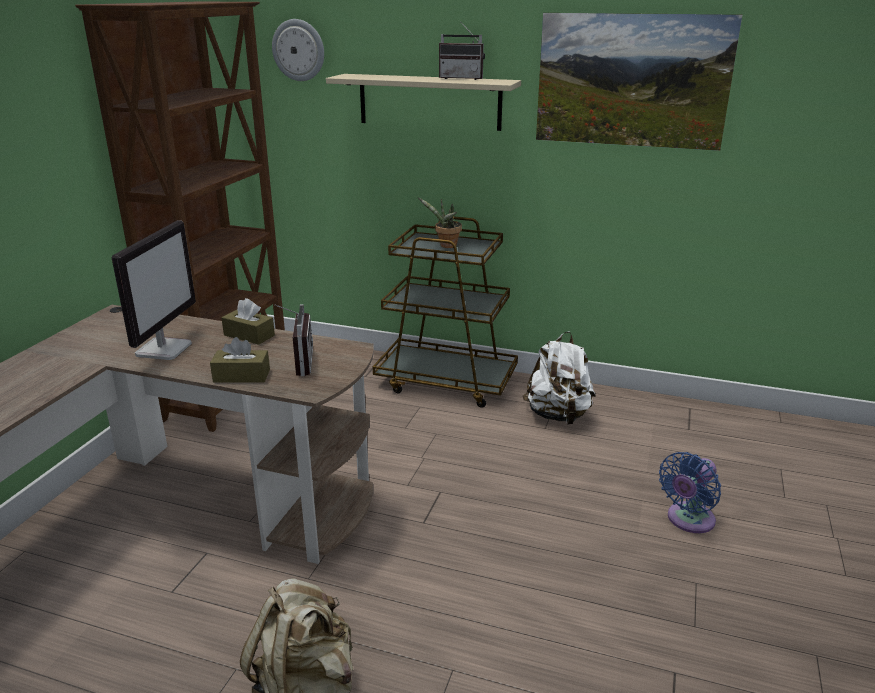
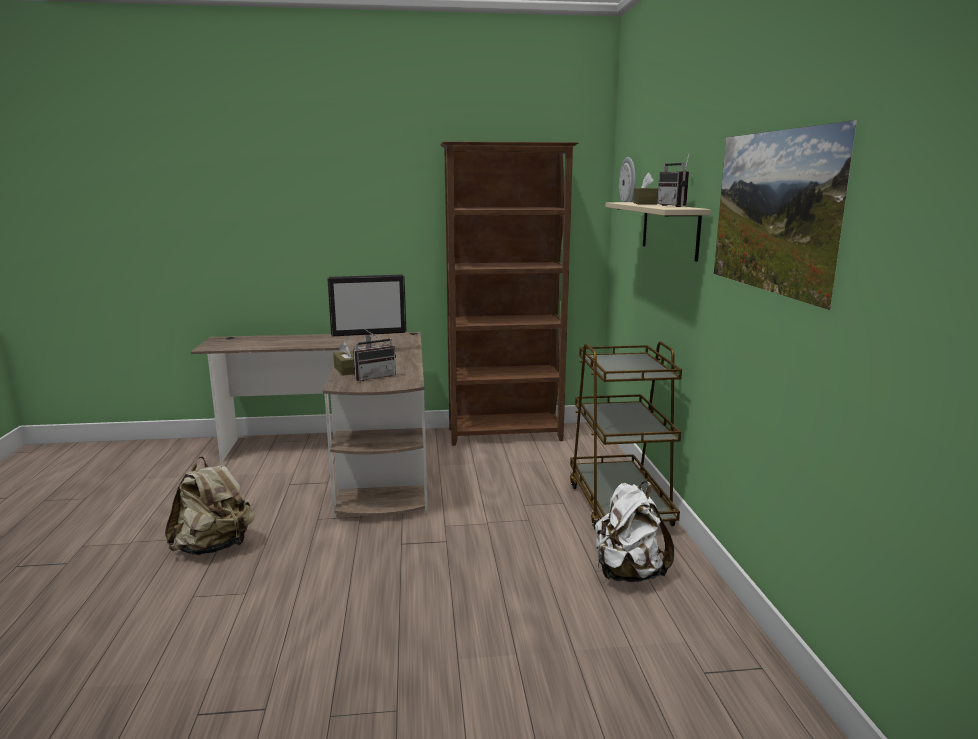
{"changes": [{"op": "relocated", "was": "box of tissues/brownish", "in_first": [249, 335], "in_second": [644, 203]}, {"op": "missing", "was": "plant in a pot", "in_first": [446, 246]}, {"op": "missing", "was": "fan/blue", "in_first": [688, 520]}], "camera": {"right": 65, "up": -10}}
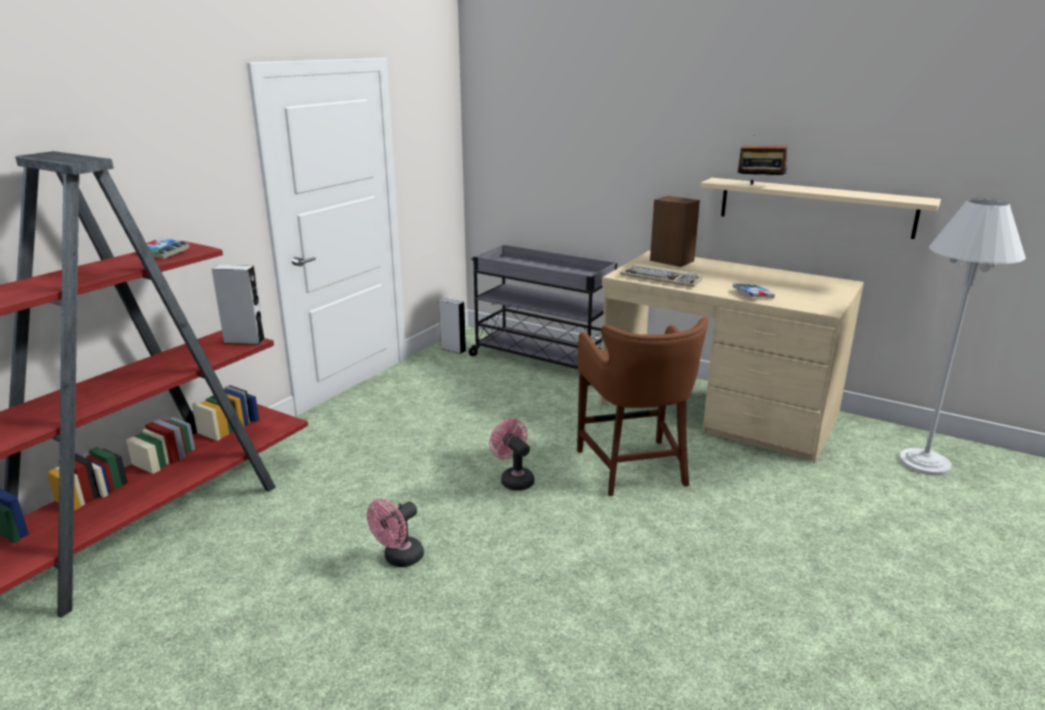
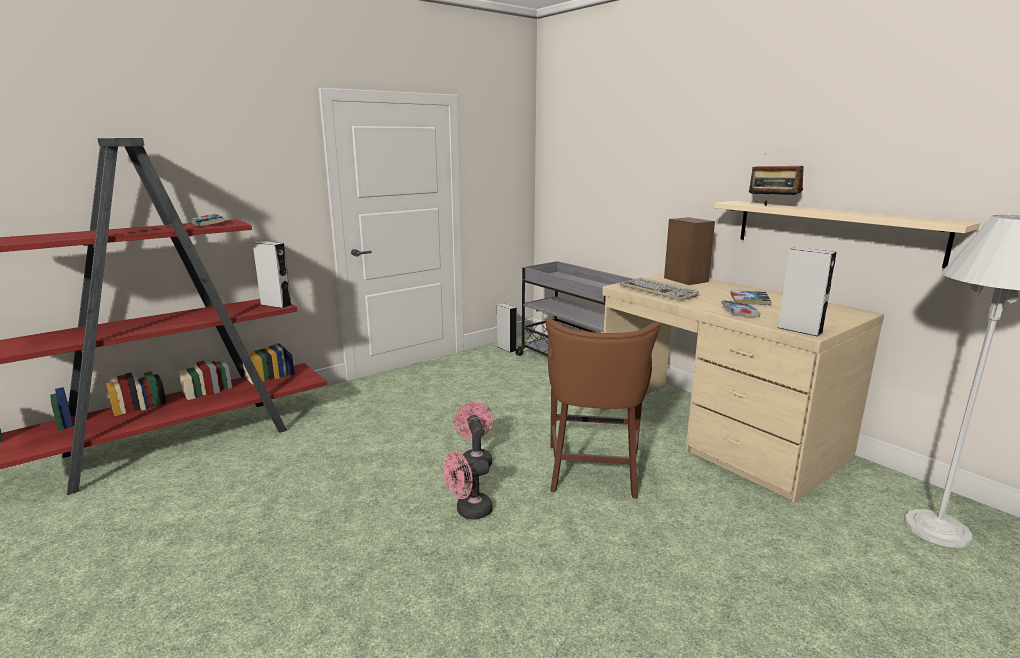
{"changes": [{"op": "relocated", "was": "fan/pinkish", "in_first": [399, 559], "in_second": [468, 511]}, {"op": "appeared", "now": "volume", "in_second": [749, 301]}, {"op": "appeared", "now": "audio speaker/gray", "in_second": [799, 330]}], "camera": {"right": 20, "up": -5}}
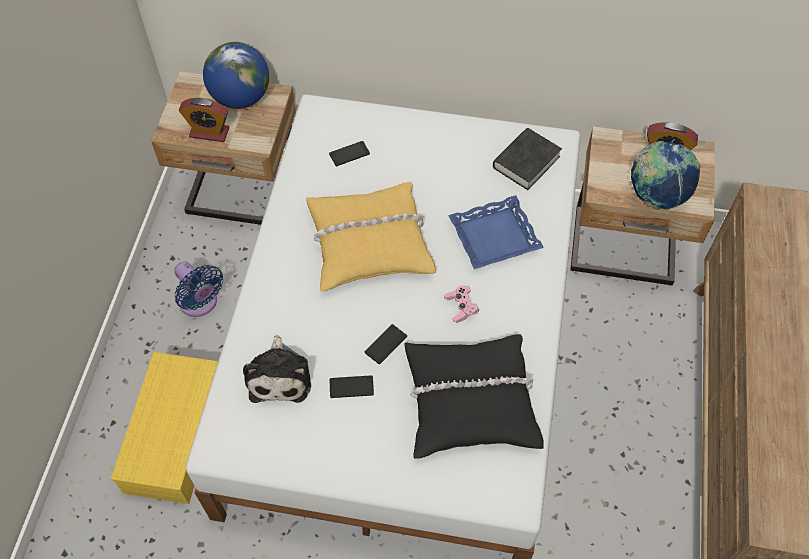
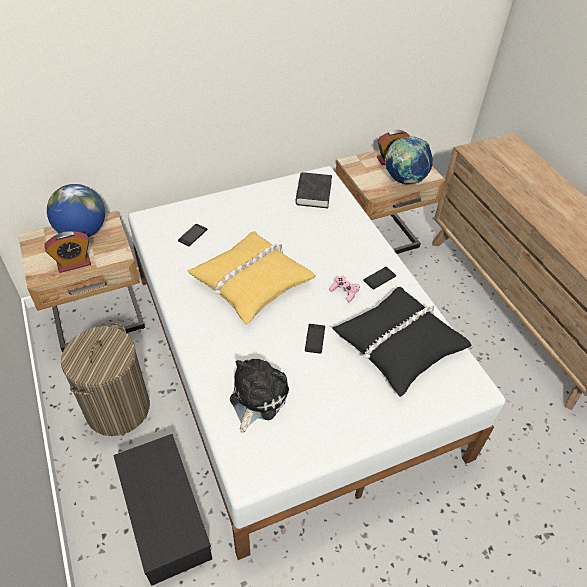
{"changes": [{"op": "exchanged", "was": "fan/blue", "now": "washing basket", "in_first": [200, 303], "in_second": [118, 408]}, {"op": "colour", "was": "storage bin/yellow", "now": "storage bin/black", "in_first": [174, 433], "in_second": [163, 513]}, {"op": "spun", "was": "cuddly toy", "in_first": [280, 375], "in_second": [256, 398], "clockwise": -120}, {"op": "relocated", "was": "telephone", "in_first": [351, 387], "in_second": [379, 278]}, {"op": "missing", "was": "carrying tray/blue", "in_first": [494, 236]}], "camera": {"right": -35, "up": -10}}
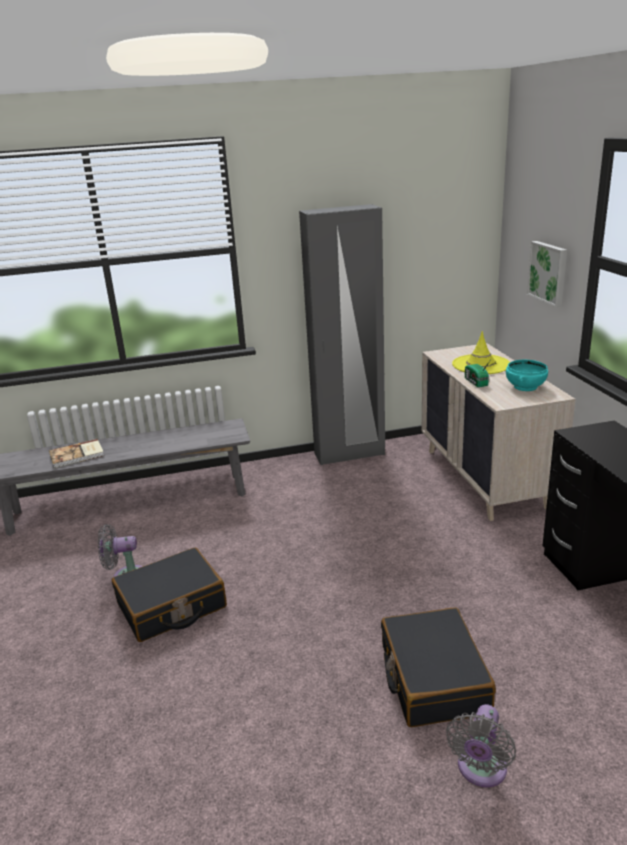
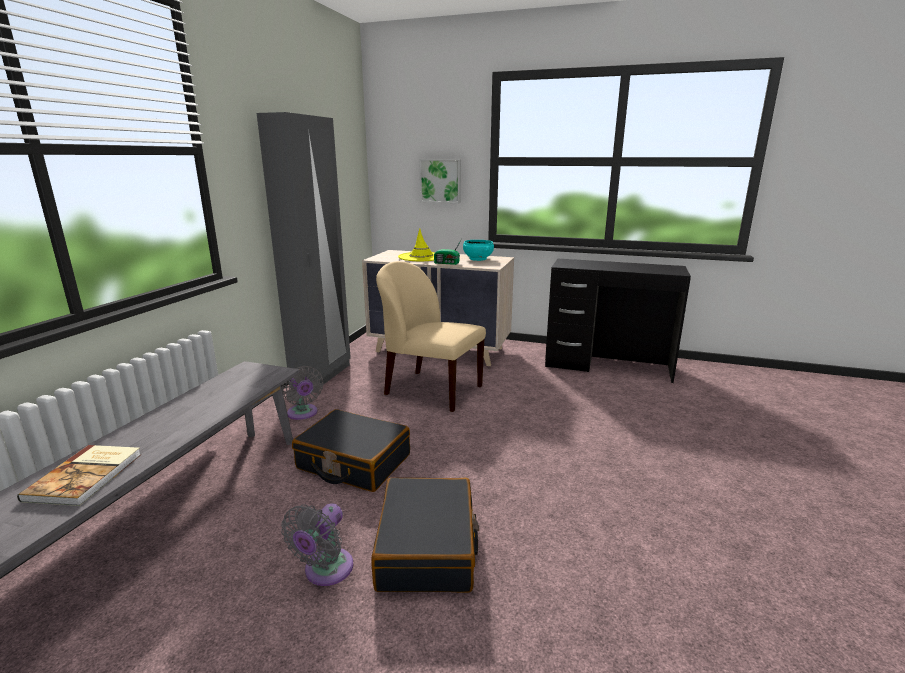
{"changes": [{"op": "relocated", "was": "fan/gray", "in_first": [480, 770], "in_second": [303, 414]}, {"op": "relocated", "was": "piece of luggage/black", "in_first": [433, 678], "in_second": [353, 462]}, {"op": "appeared", "now": "chair/beige-coloured", "in_second": [431, 390]}], "camera": {"right": -60, "up": -5}}
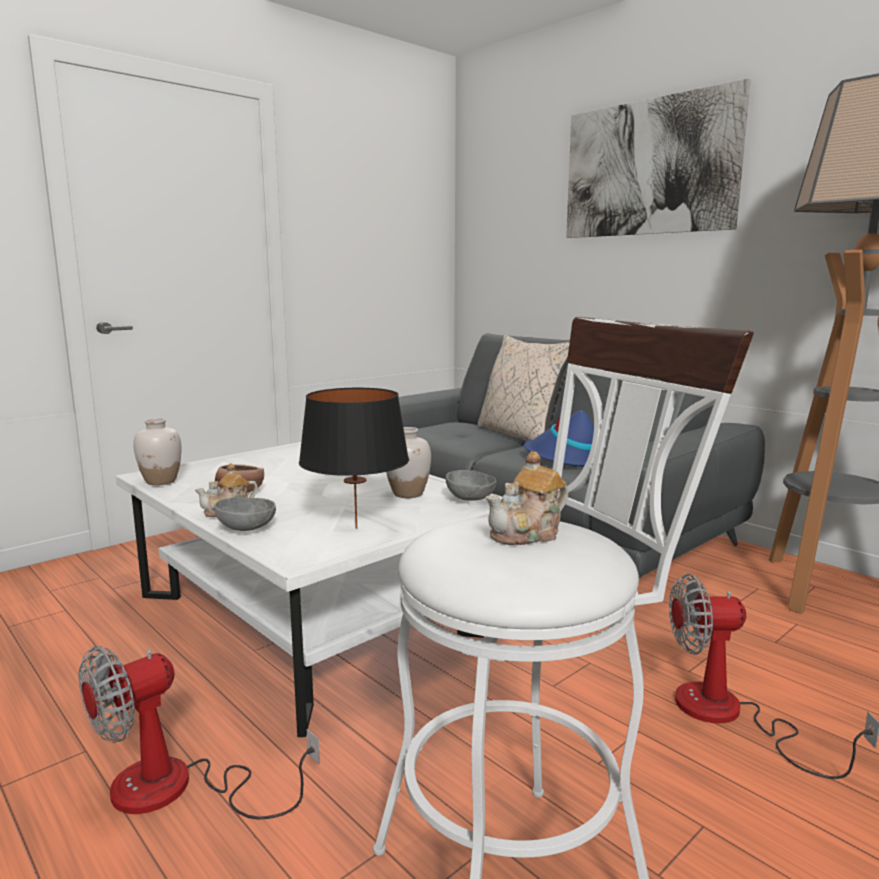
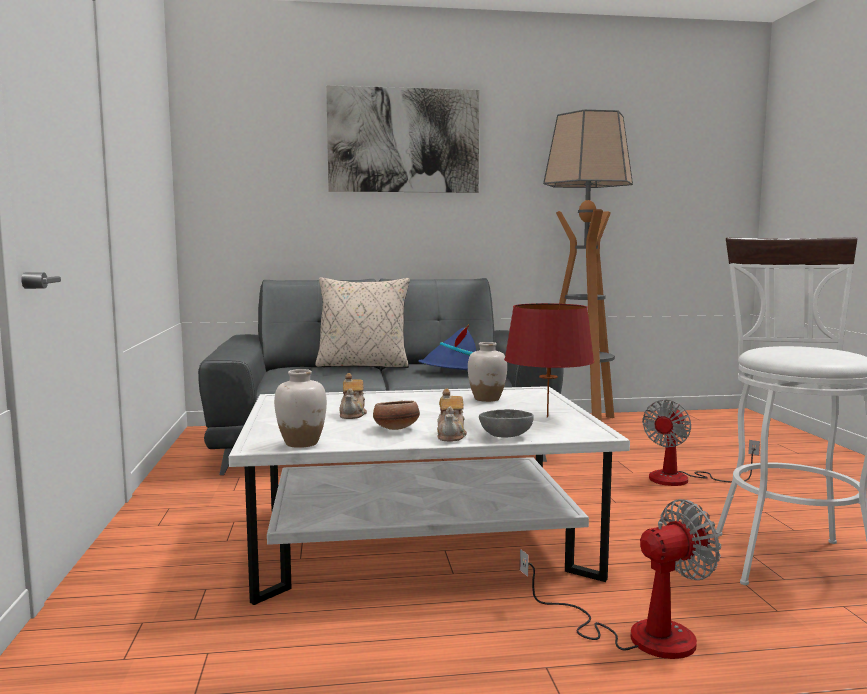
{"changes": [{"op": "relocated", "was": "teapot", "in_first": [528, 534], "in_second": [353, 414]}, {"op": "colour", "was": "lamp for a table/black", "now": "lamp for a table/red", "in_first": [356, 528], "in_second": [547, 417]}, {"op": "spun", "was": "fan", "in_first": [177, 790], "in_second": [637, 634], "clockwise": -105}, {"op": "missing", "was": "bowl/gray", "in_first": [471, 498]}], "camera": {"right": -55, "up": -5}}
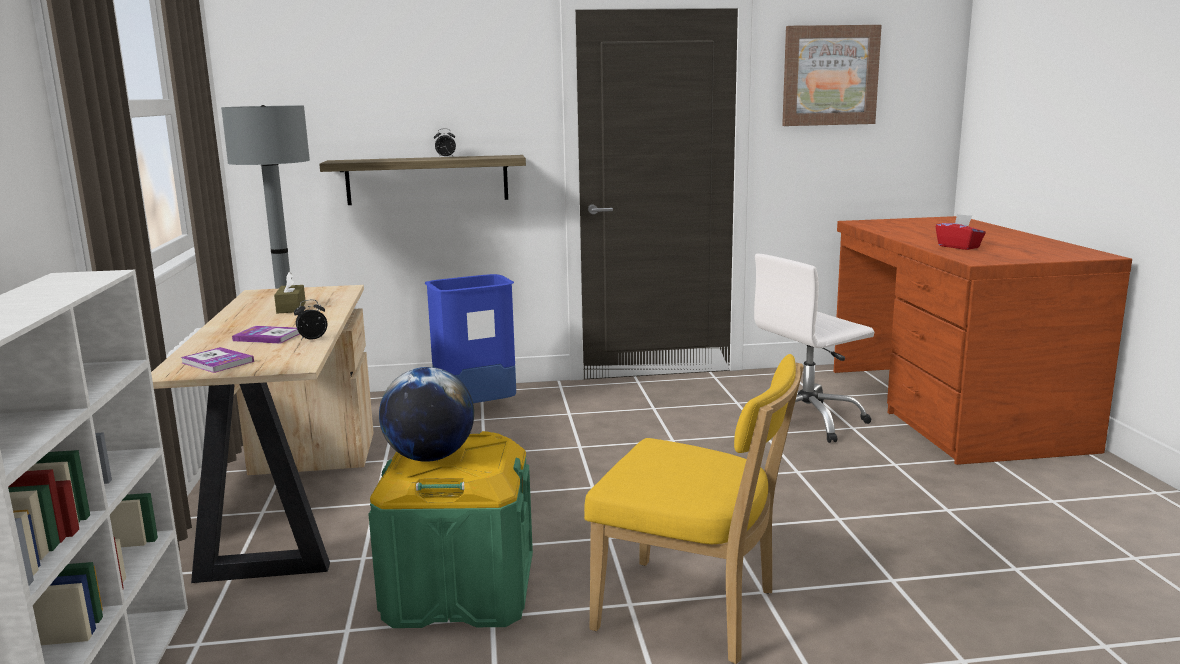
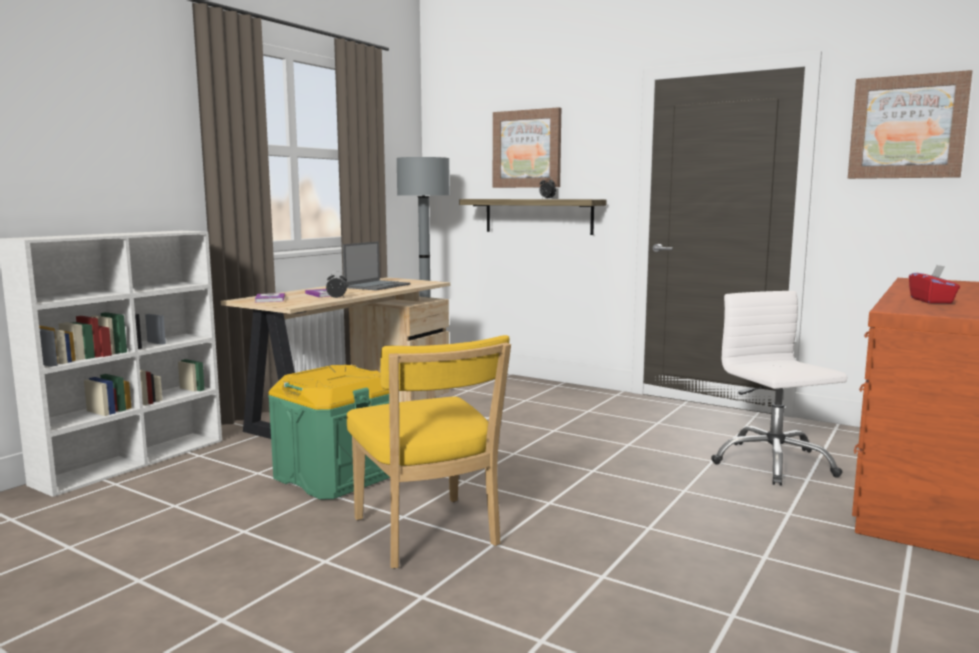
{"changes": [{"op": "exchanged", "was": "box of tissues/brownish", "now": "portable computer", "in_first": [291, 307], "in_second": [377, 286]}, {"op": "appeared", "now": "picture", "in_second": [527, 149]}, {"op": "spun", "was": "computer chair/whitish", "in_first": [807, 420], "in_second": [773, 463], "clockwise": 60}, {"op": "missing", "was": "desk globe", "in_first": [430, 457]}, {"op": "missing", "was": "waste bin/blue", "in_first": [476, 410]}], "camera": {"right": 40, "up": -5}}
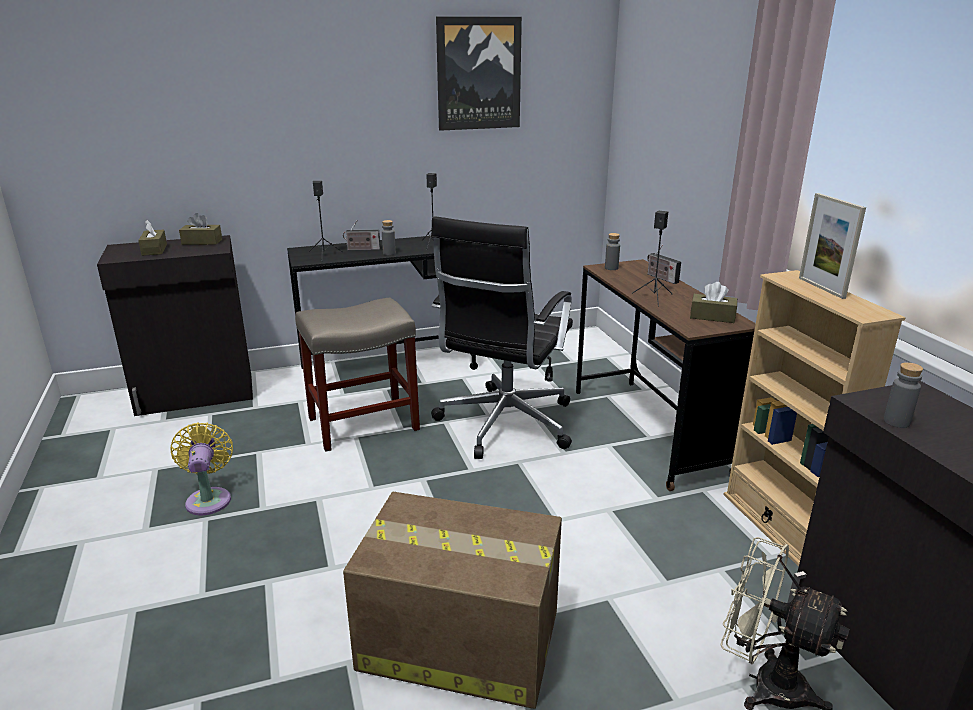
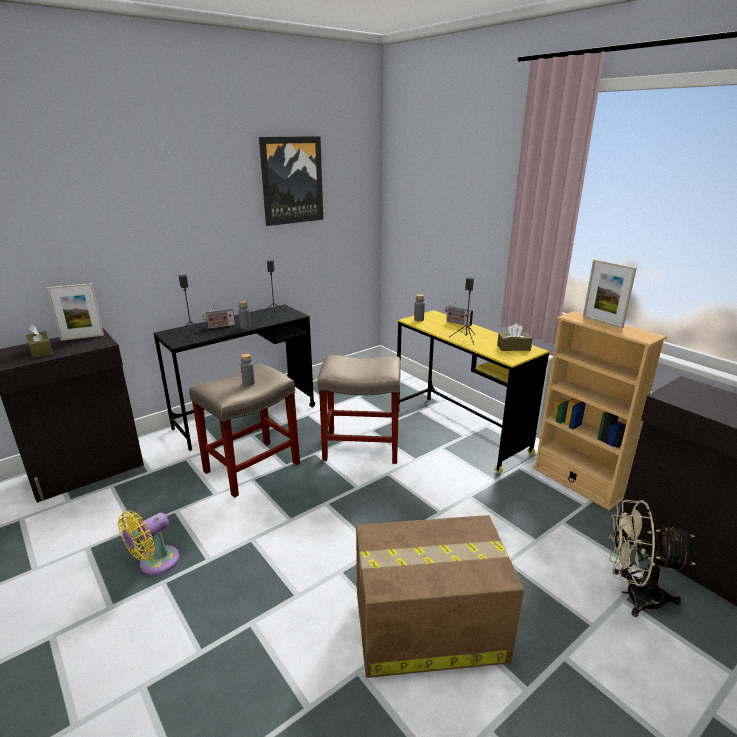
{"changes": [{"op": "exchanged", "was": "box of tissues/brownish", "now": "picture frame", "in_first": [202, 242], "in_second": [82, 337]}, {"op": "spun", "was": "fan/yellow", "in_first": [209, 498], "in_second": [155, 563], "clockwise": -105}, {"op": "relocated", "was": "drink bottle/gray", "in_first": [896, 422], "in_second": [248, 383]}, {"op": "exchanged", "was": "computer chair/black", "now": "stool/beige-coloured", "in_first": [503, 425], "in_second": [360, 447]}, {"op": "colour", "was": "desk unit/brownish", "now": "desk unit/yellow", "in_first": [648, 430], "in_second": [459, 431]}], "camera": {"right": -20, "up": 0}}
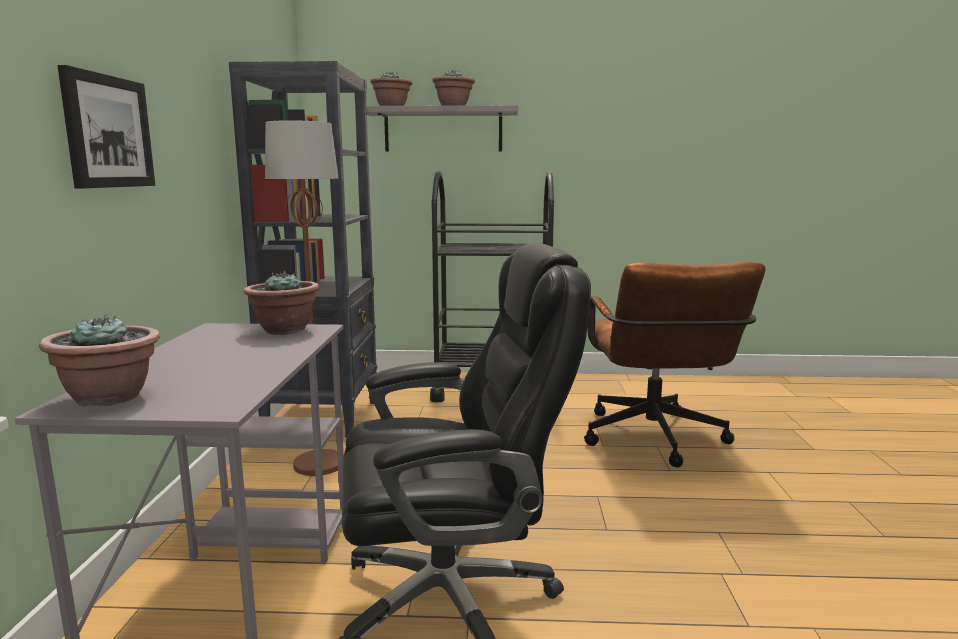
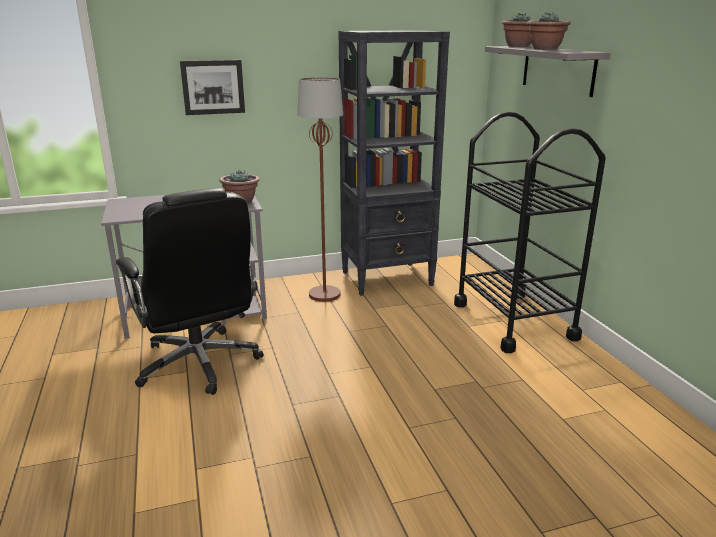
{"changes": [{"op": "missing", "was": "plant in a pot", "in_first": [109, 397]}, {"op": "missing", "was": "computer chair/brownish", "in_first": [655, 442]}], "camera": {"right": 70, "up": 10}}
